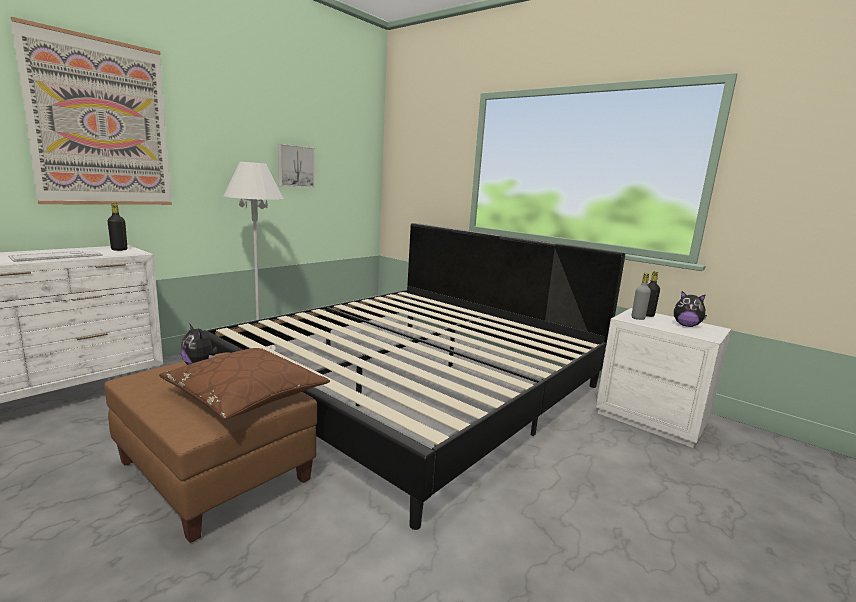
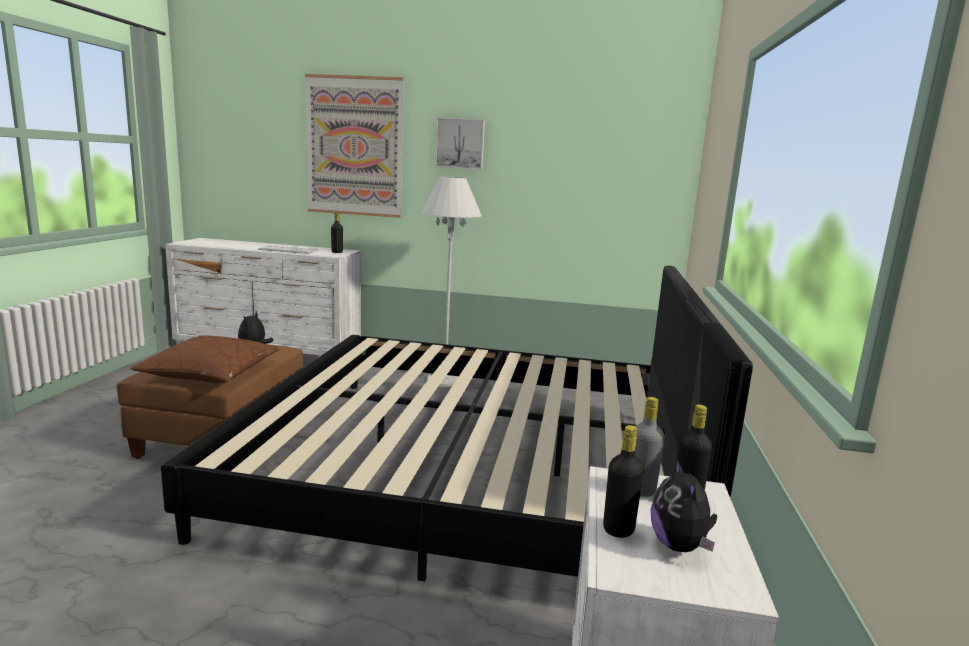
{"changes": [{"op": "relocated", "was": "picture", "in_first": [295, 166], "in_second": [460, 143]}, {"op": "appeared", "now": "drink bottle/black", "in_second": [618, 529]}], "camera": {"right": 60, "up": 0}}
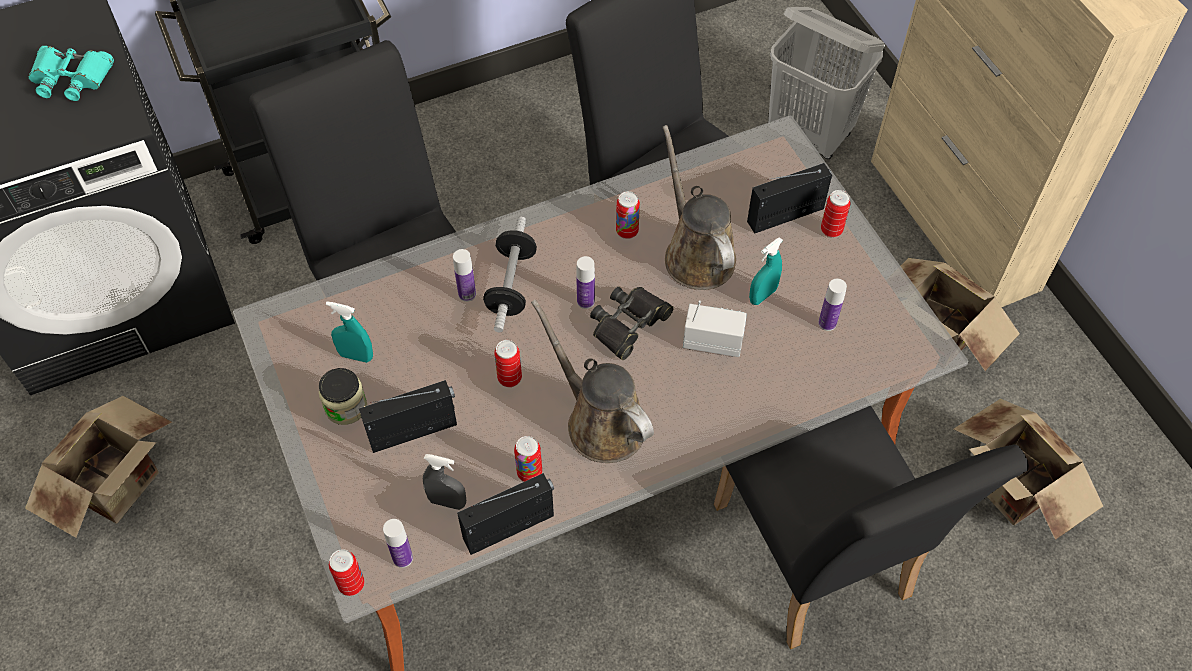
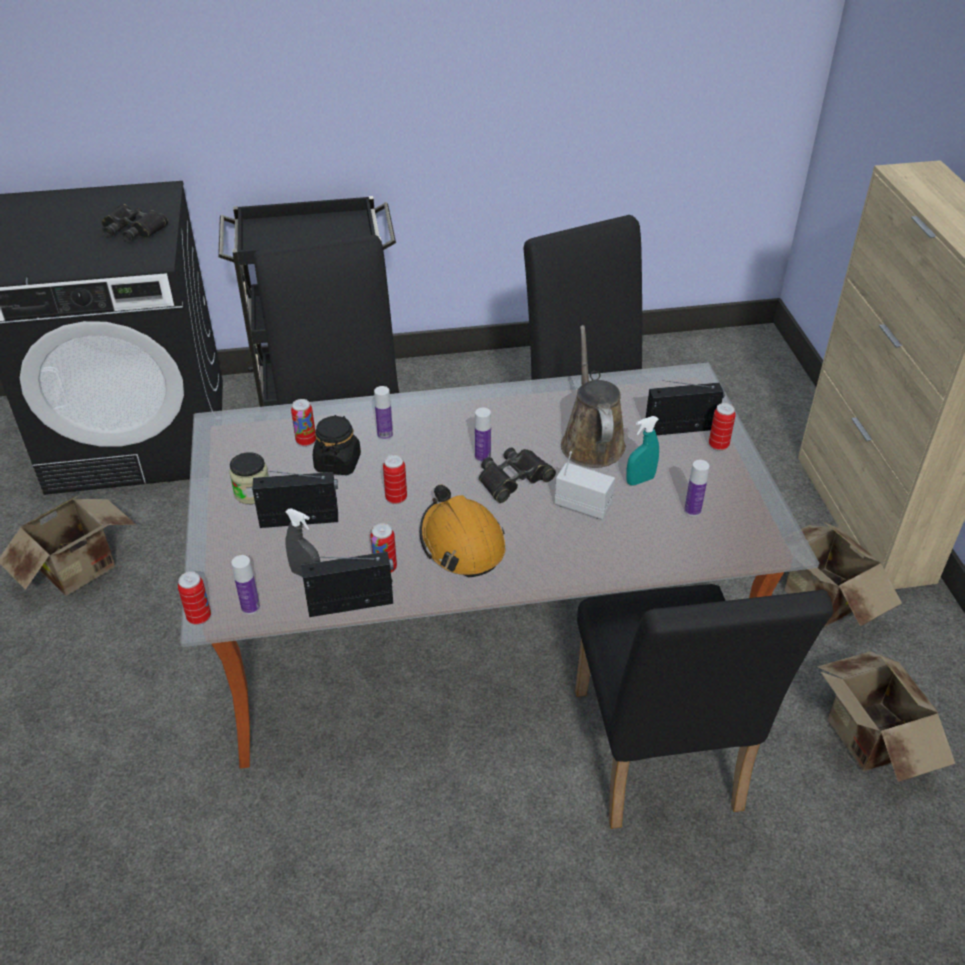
{"changes": [{"op": "colour", "was": "binoculars/turquoise-coloured", "now": "binoculars/black", "in_first": [71, 78], "in_second": [133, 229]}, {"op": "relocated", "was": "sealed can", "in_first": [627, 231], "in_second": [306, 441]}, {"op": "appeared", "now": "jar/black", "in_second": [338, 463]}, {"op": "exchanged", "was": "watering can/brownish", "now": "hard hat/orange", "in_first": [600, 421], "in_second": [461, 543]}, {"op": "missing", "was": "spray bottle/turquoise-coloured", "in_first": [356, 356]}, {"op": "missing", "was": "dumbbell", "in_first": [511, 285]}, {"op": "missing", "was": "washing basket/whitish", "in_first": [810, 134]}], "camera": {"right": 15, "up": -15}}
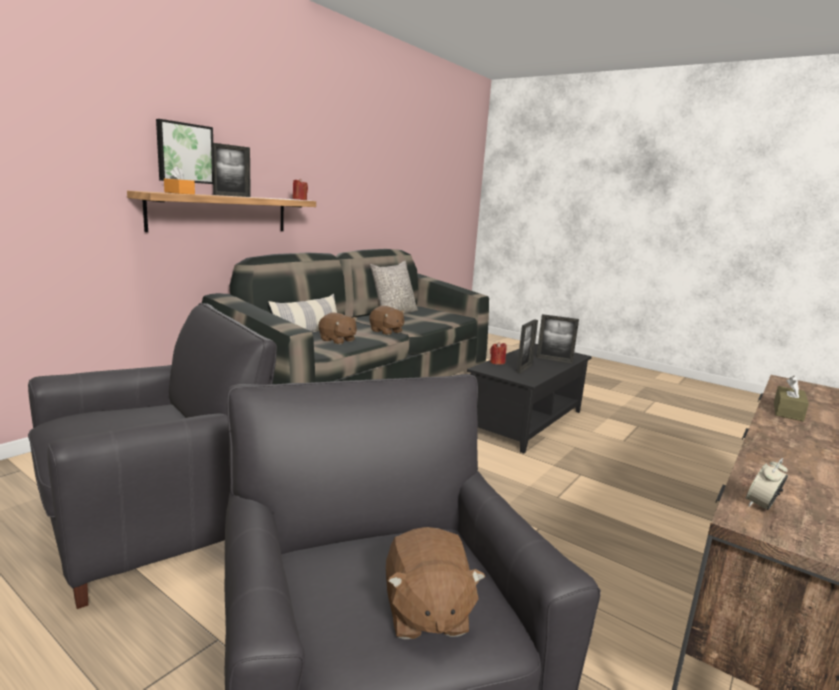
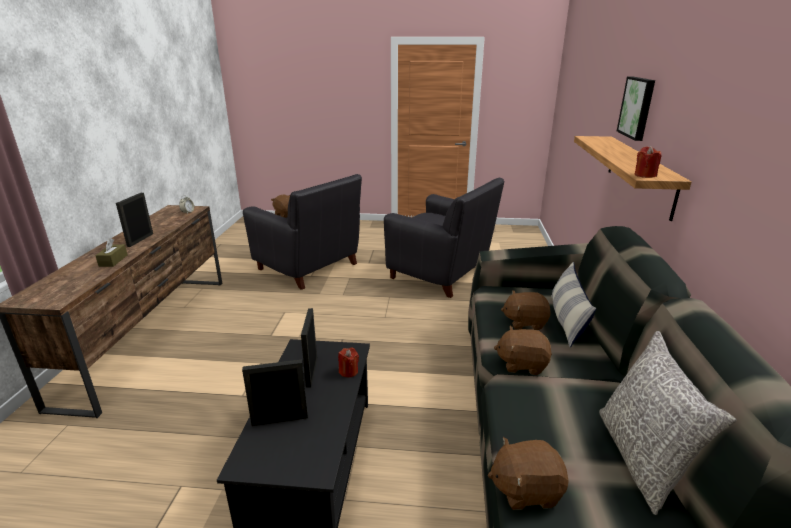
{"changes": [{"op": "relocated", "was": "picture frame", "in_first": [232, 196], "in_second": [140, 240]}, {"op": "spun", "was": "armchair/black", "in_first": [157, 529], "in_second": [441, 274], "clockwise": -75}, {"op": "appeared", "now": "cuddly toy/brownish", "in_second": [525, 489]}, {"op": "missing", "was": "box of tissues/orange", "in_first": [179, 193]}], "camera": {"right": 150, "up": 10}}
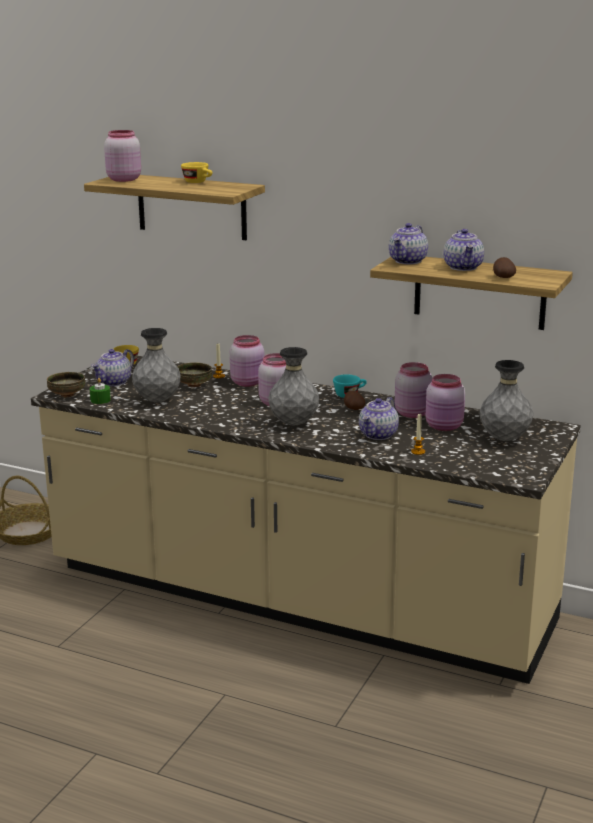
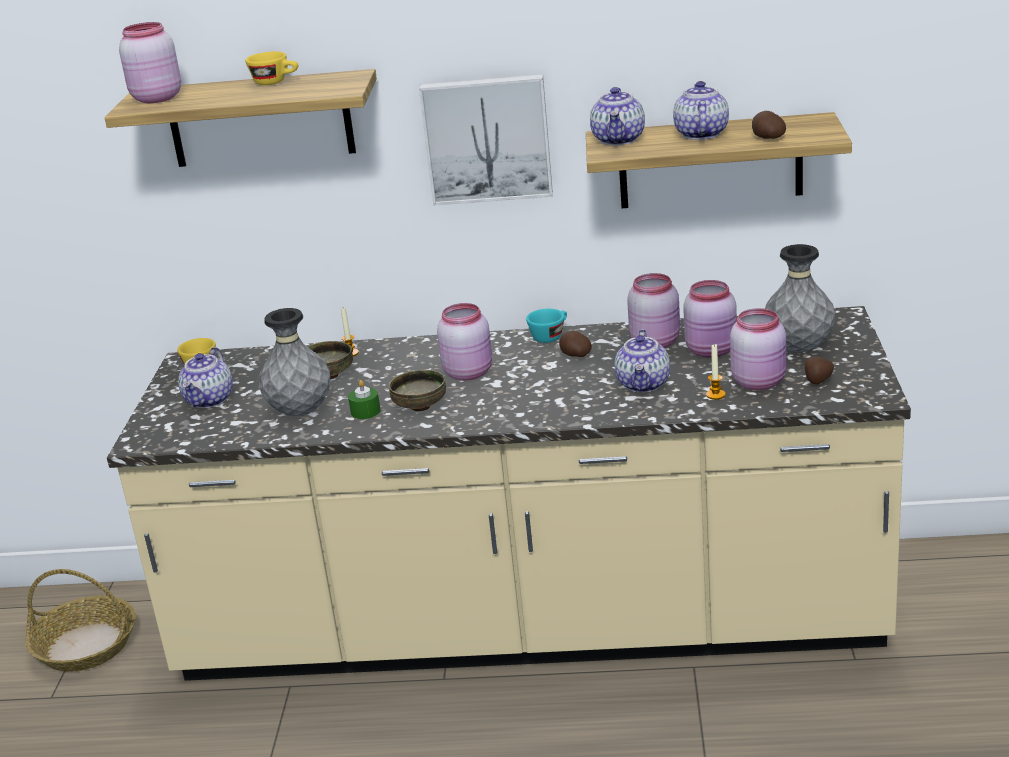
{"changes": [{"op": "relocated", "was": "candle/green-coloured", "in_first": [100, 400], "in_second": [365, 411]}, {"op": "relocated", "was": "bowl", "in_first": [67, 395], "in_second": [420, 407]}, {"op": "appeared", "now": "picture", "in_second": [487, 138]}, {"op": "spun", "was": "teapot", "in_first": [463, 267], "in_second": [700, 134], "clockwise": -150}, {"op": "relocated", "was": "jar/pinkish", "in_first": [248, 383], "in_second": [760, 382]}, {"op": "appeared", "now": "whole potato", "in_second": [817, 381]}, {"op": "missing", "was": "decorative vase/gray", "in_first": [293, 423]}], "camera": {"right": -20, "up": 5}}
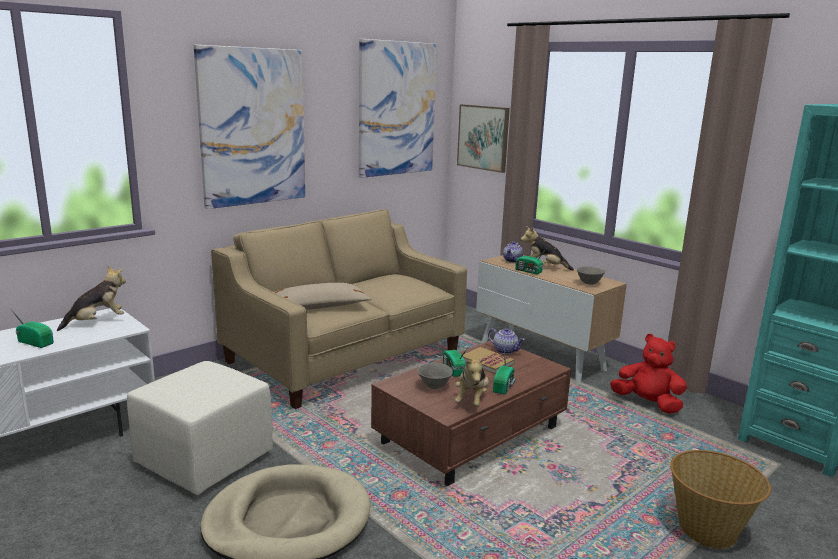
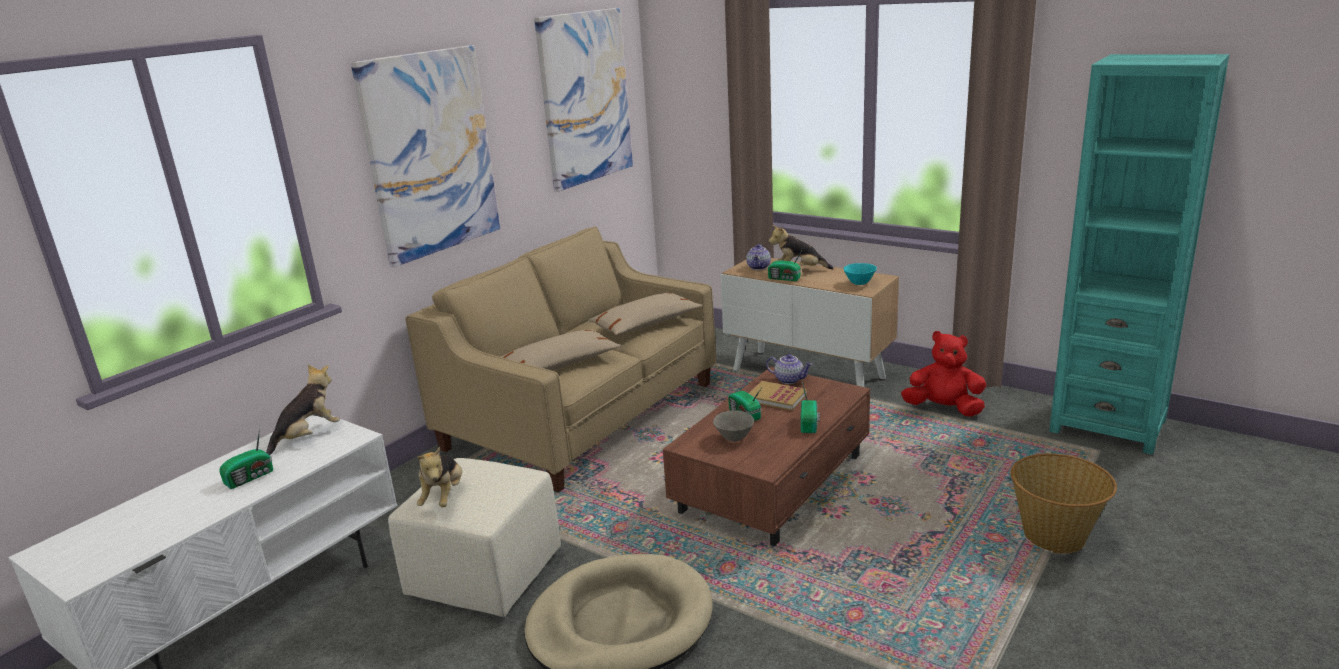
{"changes": [{"op": "spun", "was": "radio receiver", "in_first": [36, 342], "in_second": [251, 477], "clockwise": 120}, {"op": "relocated", "was": "cuddly toy", "in_first": [472, 400], "in_second": [443, 497]}, {"op": "appeared", "now": "throw pillow/beige-coloured", "in_second": [646, 324]}, {"op": "colour", "was": "bowl/gray", "now": "bowl/turquoise-coloured", "in_first": [589, 283], "in_second": [859, 283]}, {"op": "missing", "was": "picture", "in_first": [483, 137]}], "camera": {"right": -10, "up": 5}}
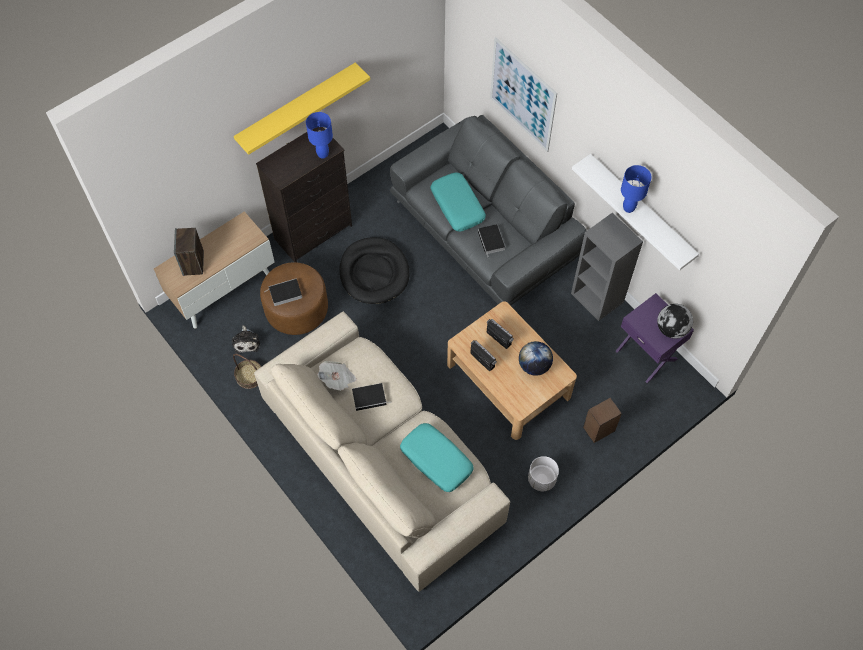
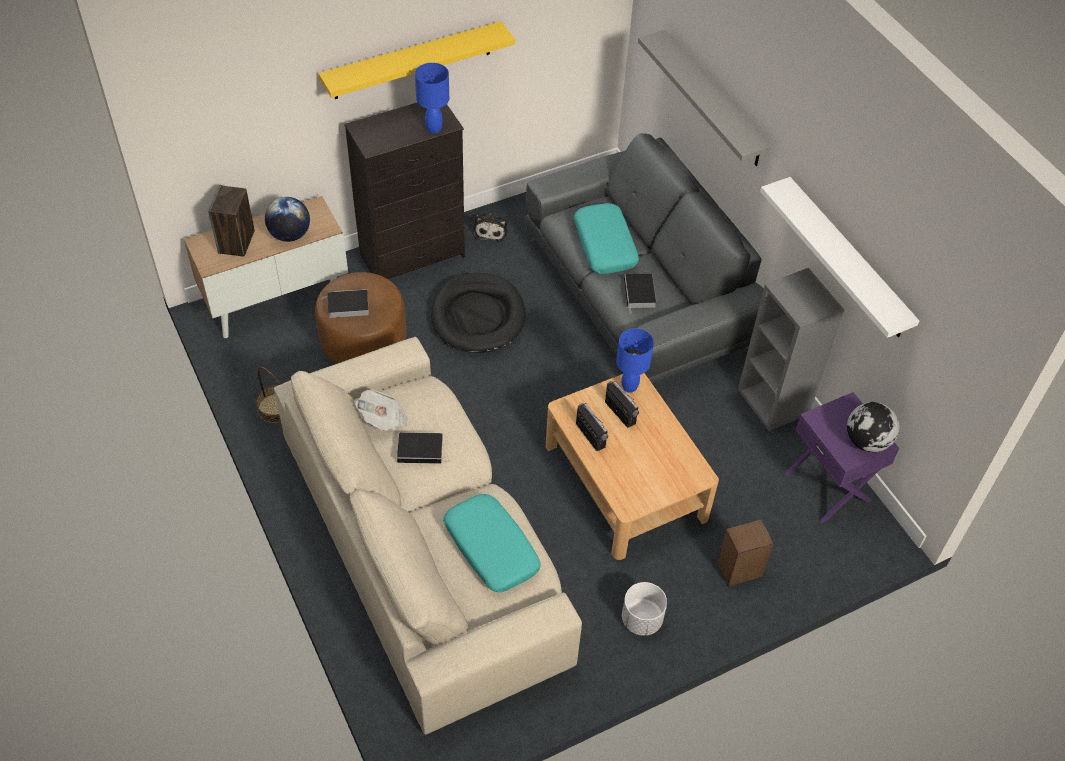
{"changes": [{"op": "relocated", "was": "desk globe", "in_first": [534, 365], "in_second": [290, 235]}, {"op": "relocated", "was": "cuddly toy", "in_first": [246, 342], "in_second": [491, 230]}, {"op": "relocated", "was": "lamp for a table/blue", "in_first": [629, 208], "in_second": [630, 386]}, {"op": "exchanged", "was": "picture", "now": "wall shelf/gray", "in_first": [522, 95], "in_second": [713, 99]}], "camera": {"right": 10, "up": -10}}
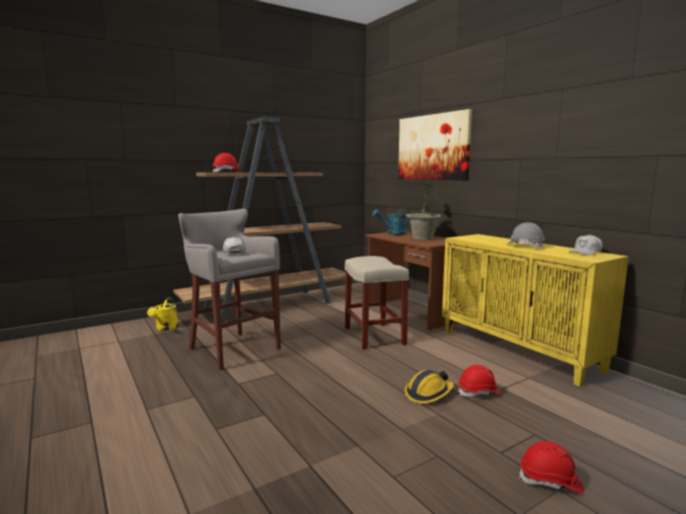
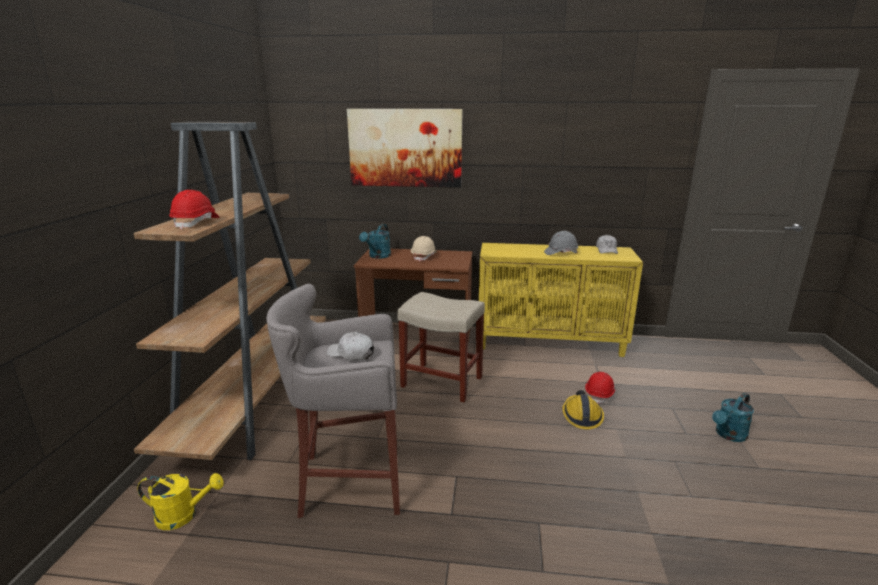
{"changes": [{"op": "spun", "was": "watering can/yellow", "in_first": [165, 328], "in_second": [183, 515], "clockwise": -45}, {"op": "exchanged", "was": "plant in a pot", "now": "hard hat/beige-coloured", "in_first": [422, 238], "in_second": [424, 256]}, {"op": "exchanged", "was": "hard hat/red", "now": "watering can/turquoise-coloured", "in_first": [550, 481], "in_second": [728, 435]}], "camera": {"right": -50, "up": 10}}
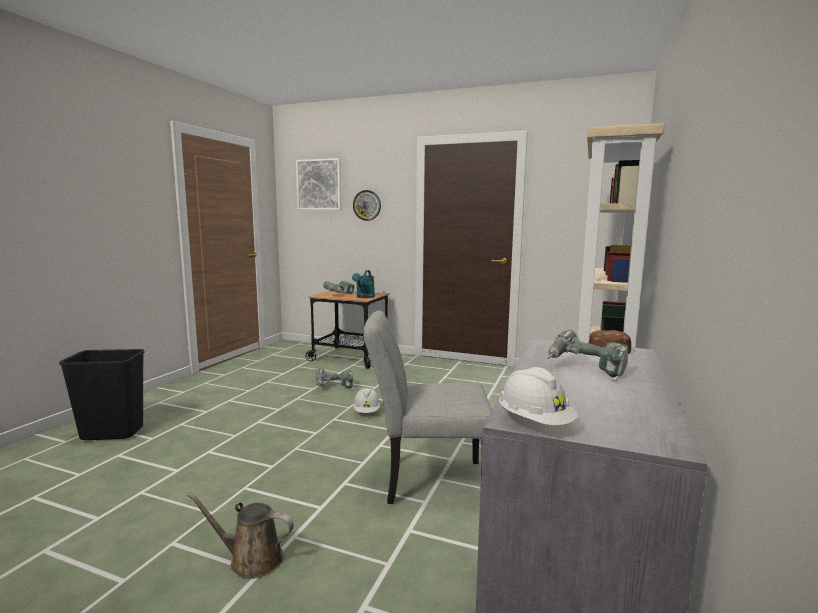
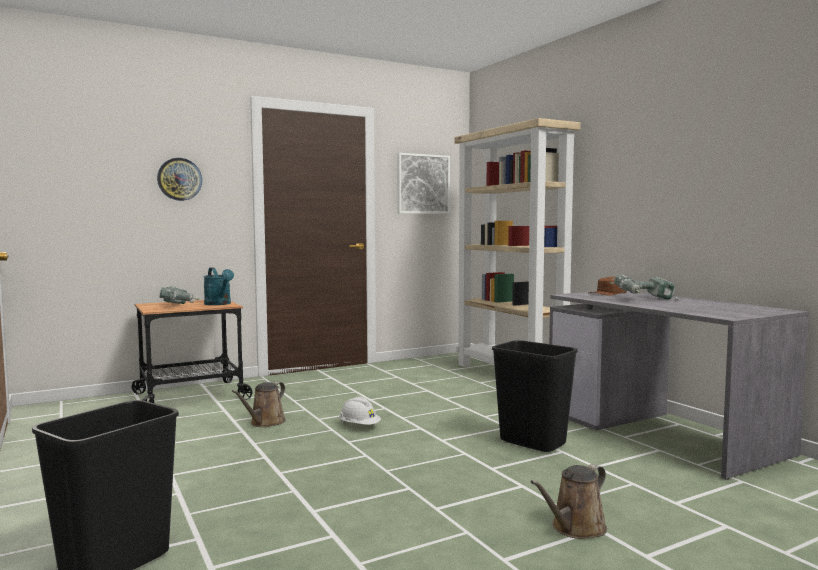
{"changes": [{"op": "exchanged", "was": "electric drill", "now": "watering can/brownish", "in_first": [334, 388], "in_second": [265, 423]}, {"op": "relocated", "was": "picture", "in_first": [319, 184], "in_second": [423, 184]}, {"op": "exchanged", "was": "chair/gray", "now": "waste bin/black", "in_first": [426, 481], "in_second": [531, 443]}, {"op": "missing", "was": "hard hat/whitish", "in_first": [535, 422]}], "camera": {"right": -50, "up": -5}}
